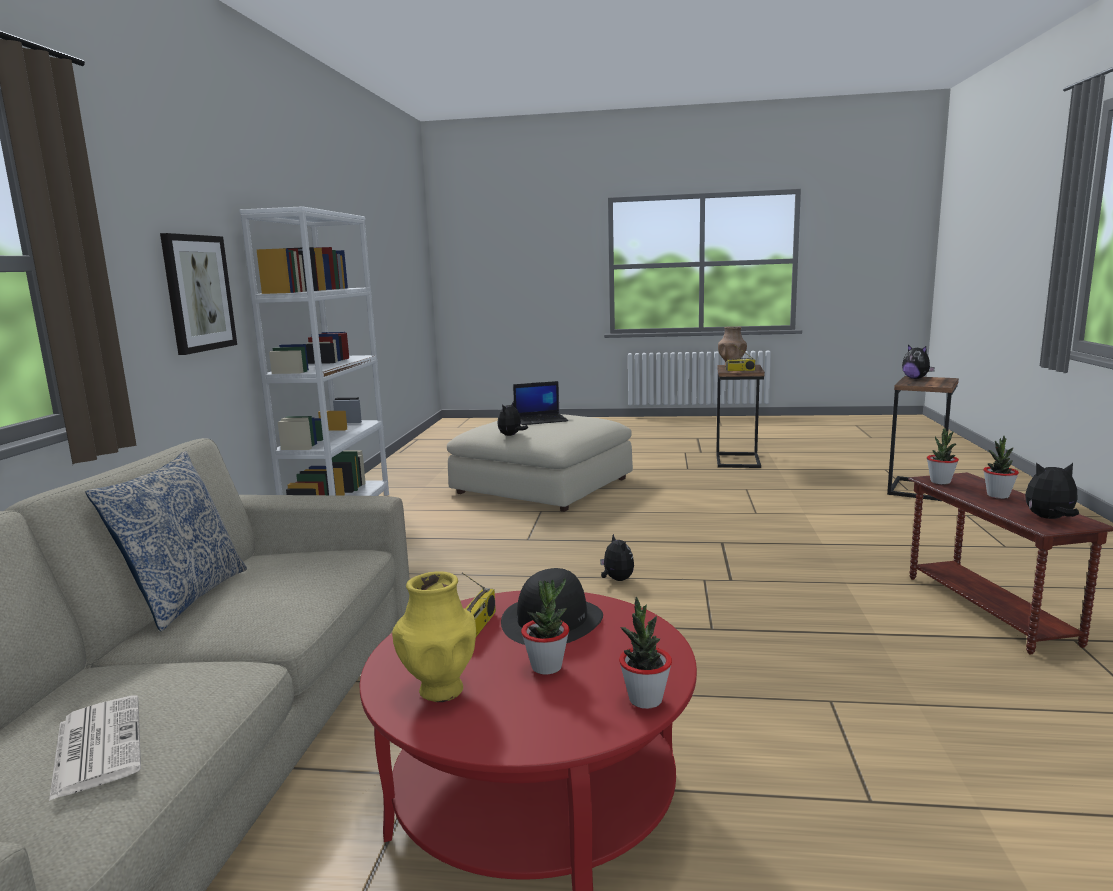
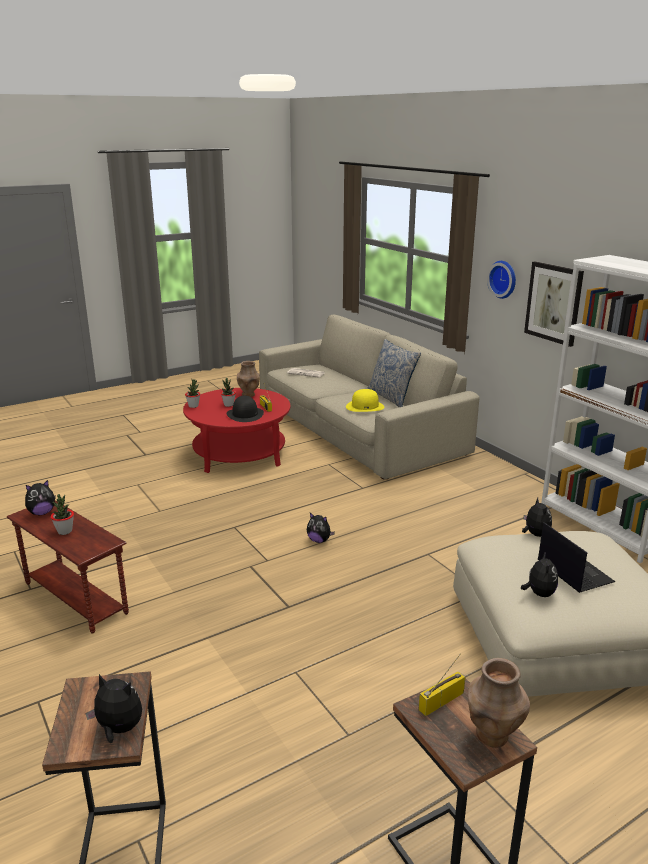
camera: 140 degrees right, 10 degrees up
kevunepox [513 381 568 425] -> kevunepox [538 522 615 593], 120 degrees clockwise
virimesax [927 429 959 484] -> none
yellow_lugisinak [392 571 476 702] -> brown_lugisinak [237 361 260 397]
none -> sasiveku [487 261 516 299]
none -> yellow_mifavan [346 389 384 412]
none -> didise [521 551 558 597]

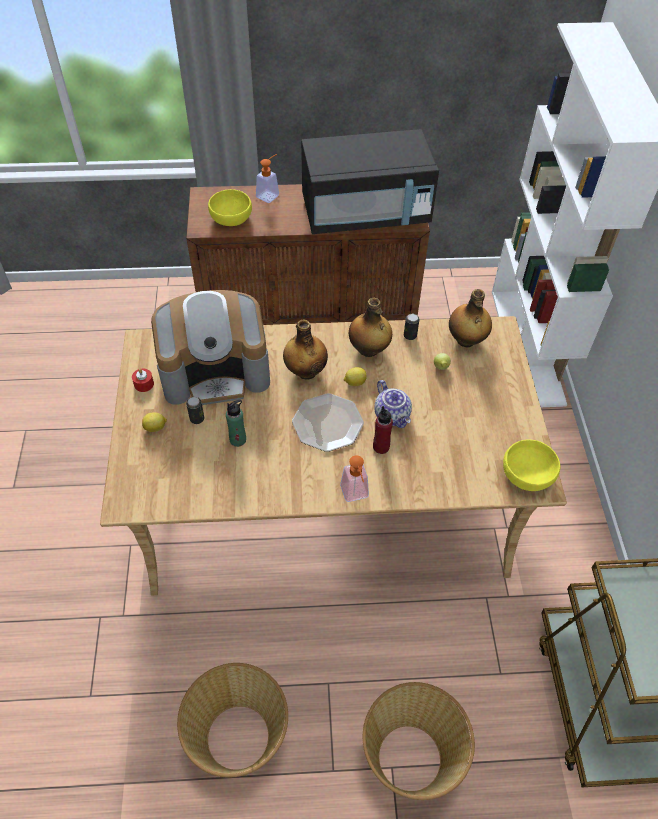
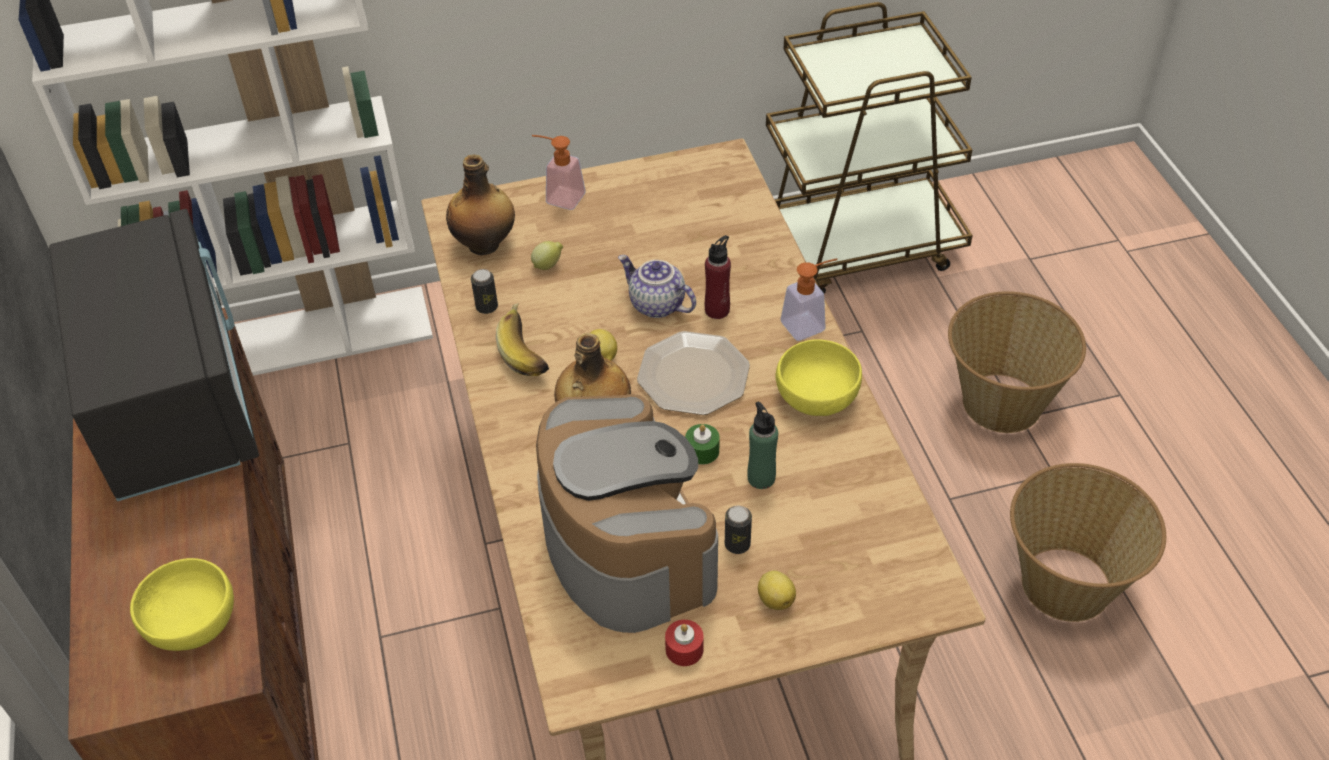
camera: 100 degrees left, 5 degrees down
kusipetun [256 154 279 203] -> kusipetun [532 135 586 210], move
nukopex [349 298 392 357] -> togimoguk [496 303 549 376]
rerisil [374 380 412 428] -> rerisil [618 255 696 318], 105 degrees counterclockwise
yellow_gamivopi [503 440 560 491] -> yellow_gamivopi [776 339 862 416], move
none -> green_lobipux [685 424 720 465]

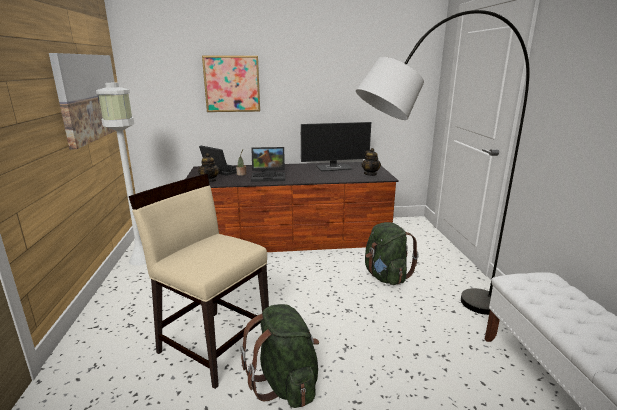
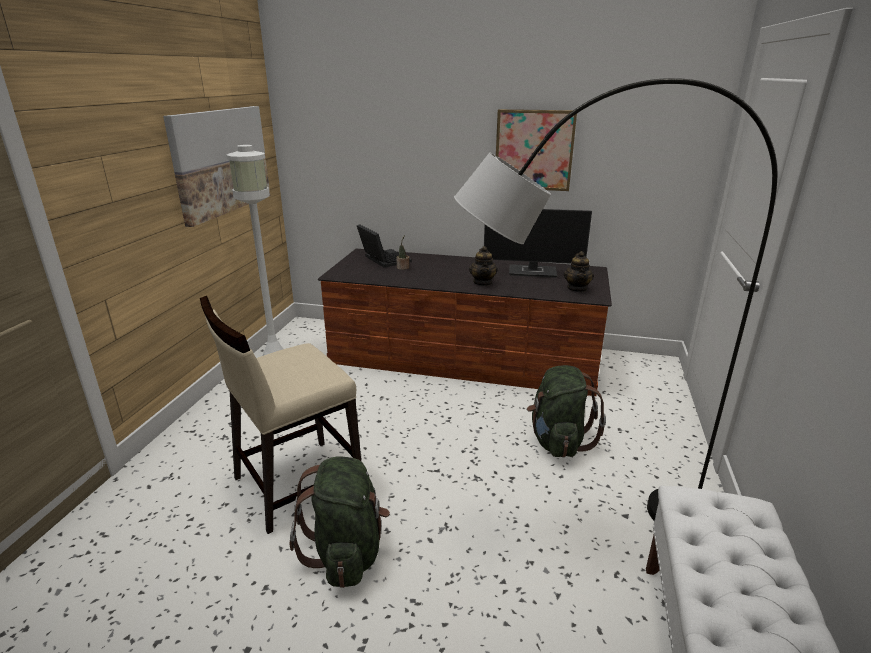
camera: 20 degrees right, 5 degrees up
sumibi [202 56 260 112] -> sumibi [496 109 577 191], move
kevunepox [251 147 285 182] -> none
rerisil [198 153 220 182] -> rerisil [469 246 498 286], move
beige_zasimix [129 174 269 389] -> beige_zasimix [200 296 361 534], 90 degrees counterclockwise

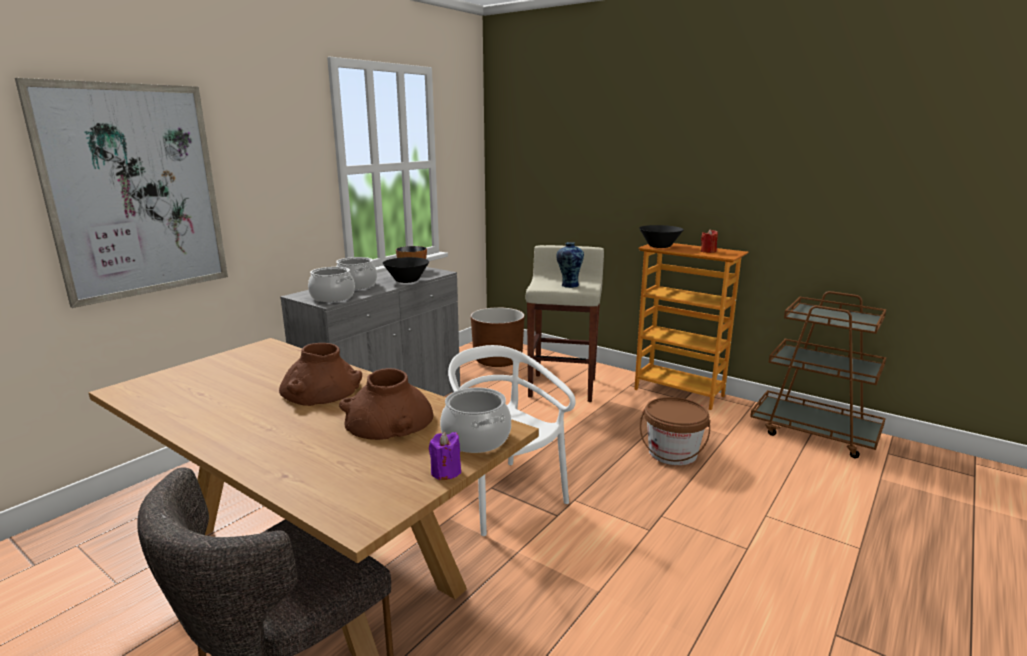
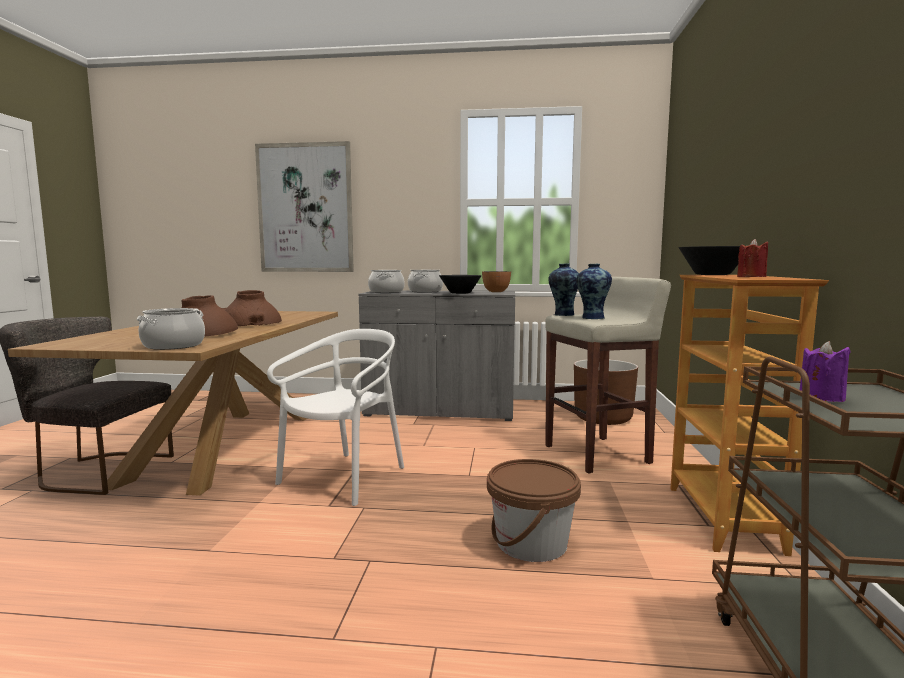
camera: 60 degrees right, 10 degrees down
purple_lobipux [429 432 461 480] -> purple_lobipux [800 341 851 402], move
none -> lugisinak [549 263 579 316]

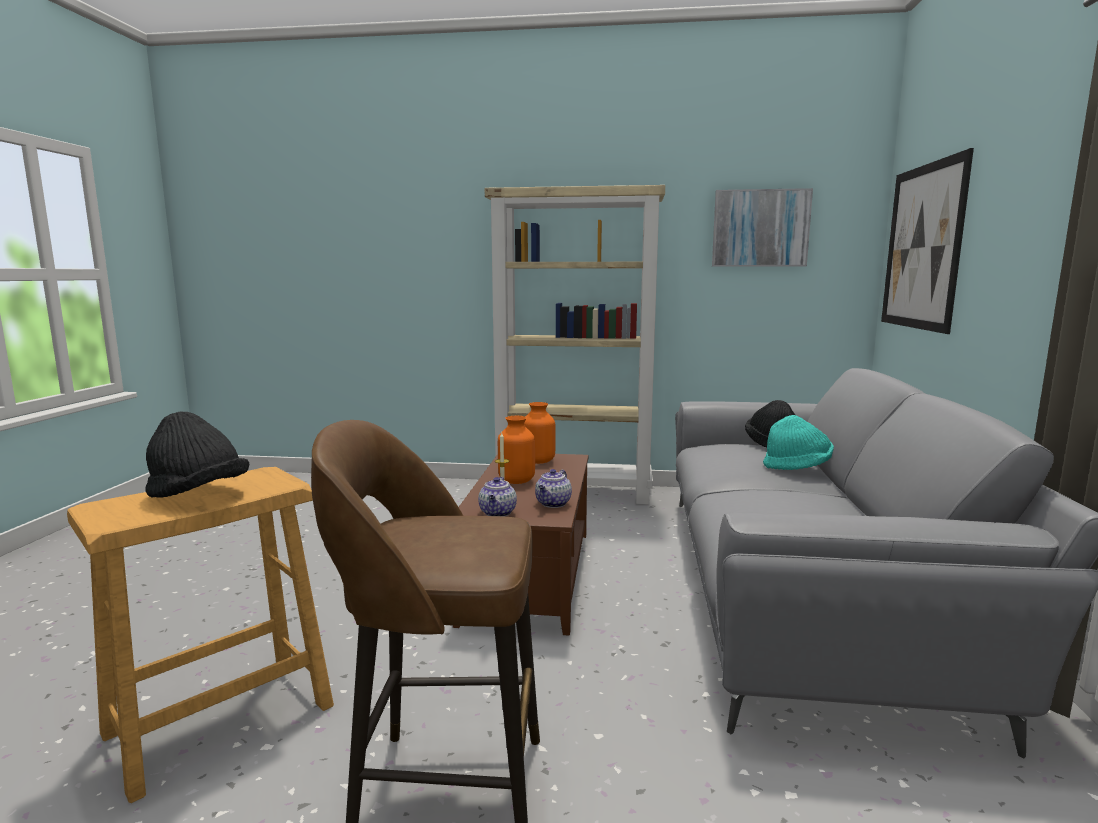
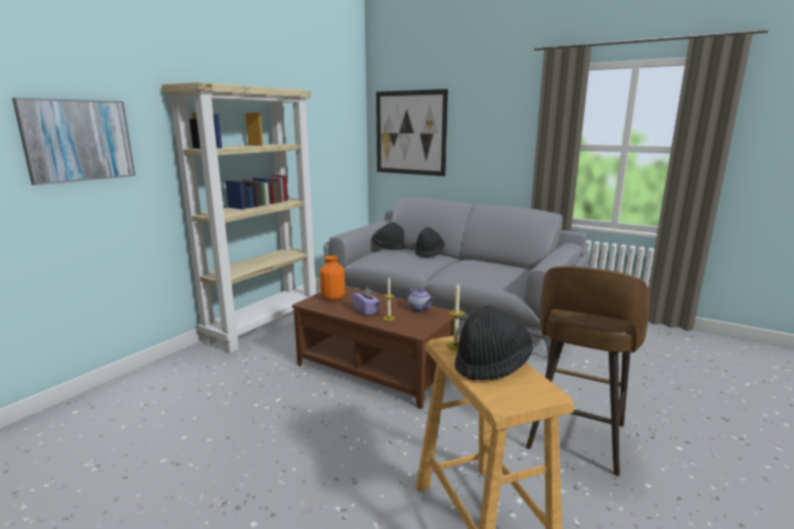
camera: 65 degrees left, 5 degrees up
sumibi [712 188 813 267] -> sumibi [12 98 135 185], move
turquoise_mifavan [763 415 834 470] -> black_mifavan [415 227 445 258]
orange_lugisinak [498 416 535 484] -> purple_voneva [352 287 381 315]
rerisil [478 477 517 517] -> none
none -> lobipux [447 284 465 351]

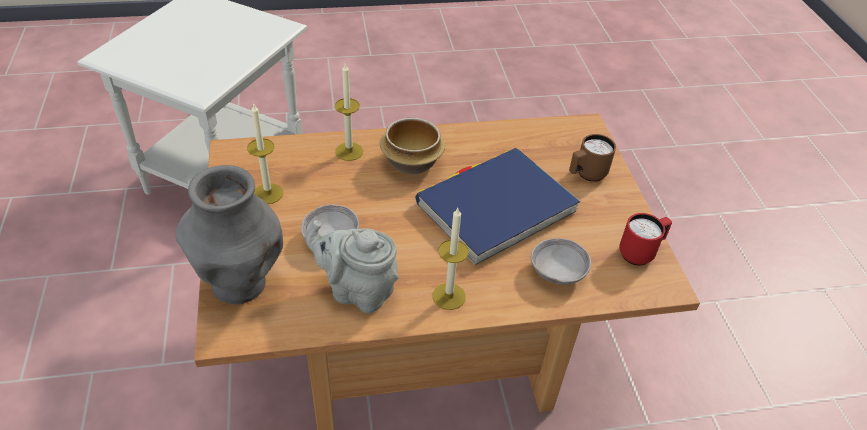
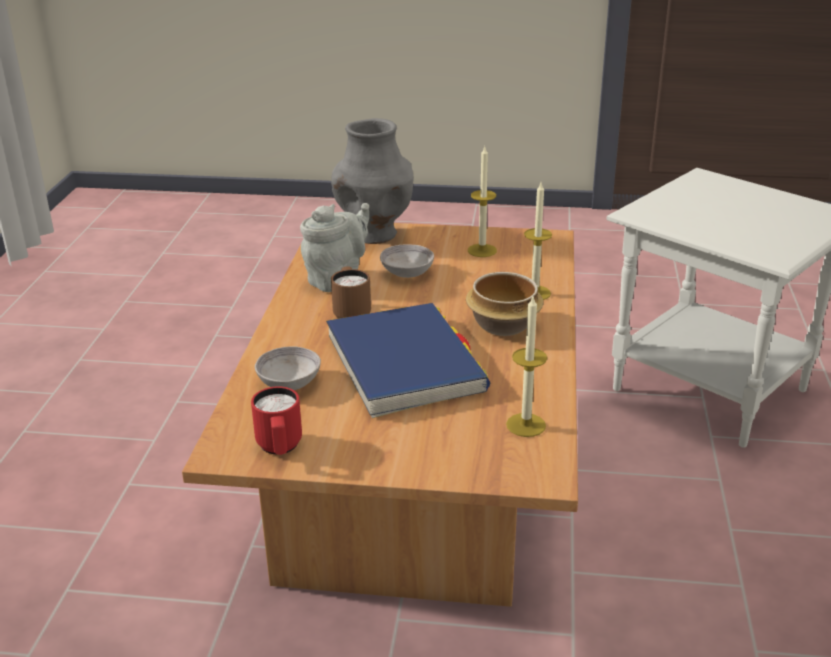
camera: 110 degrees right, 15 degrees down
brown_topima [569 134 616 182] -> brown_topima [331 266 371 319], move
lobipux [432 208 469 310] -> lobipux [506 297 547 437], move

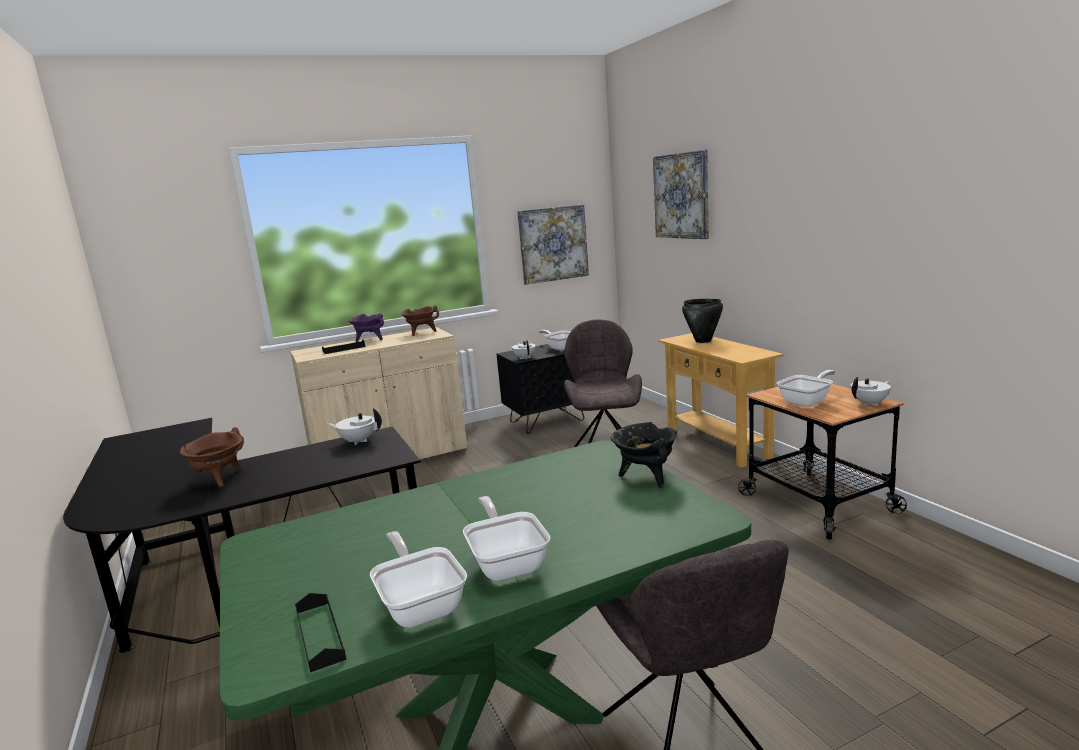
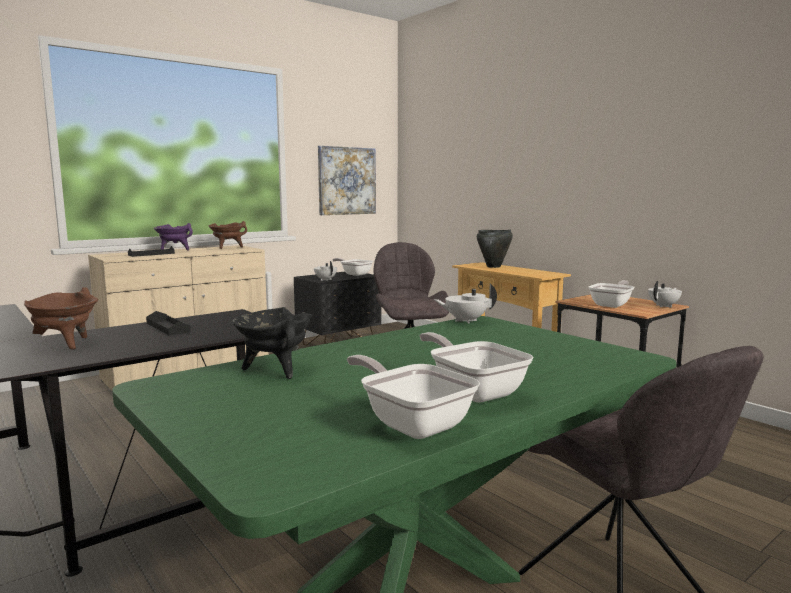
camera: 15 degrees left, 5 degrees down
sumibi [653 149 709 239] -> none
white_rerisil [327 408 382 445] -> white_rerisil [434 284 497 323], move
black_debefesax [611 422 677 488] -> black_debefesax [232 307 313 379], move
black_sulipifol [295 593 347 672] -> black_sulipifol [146 311 190 335], move

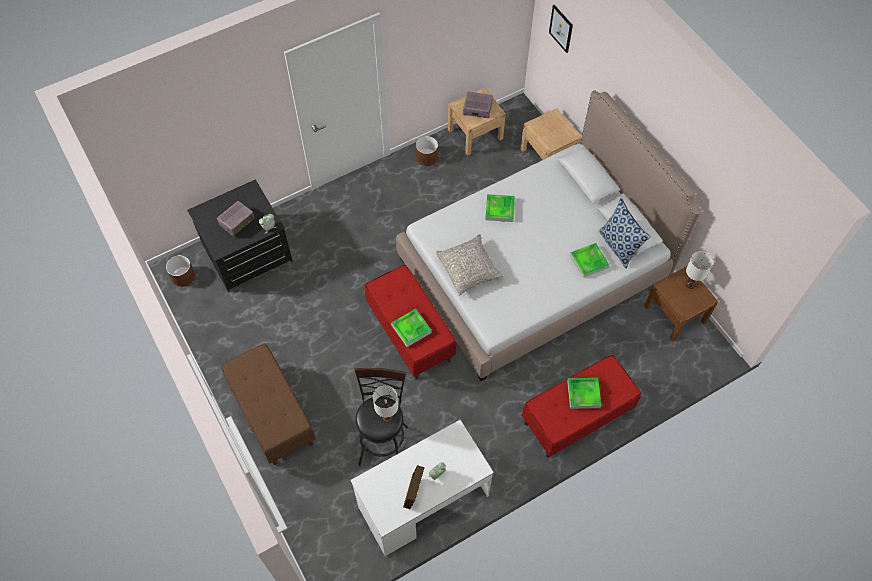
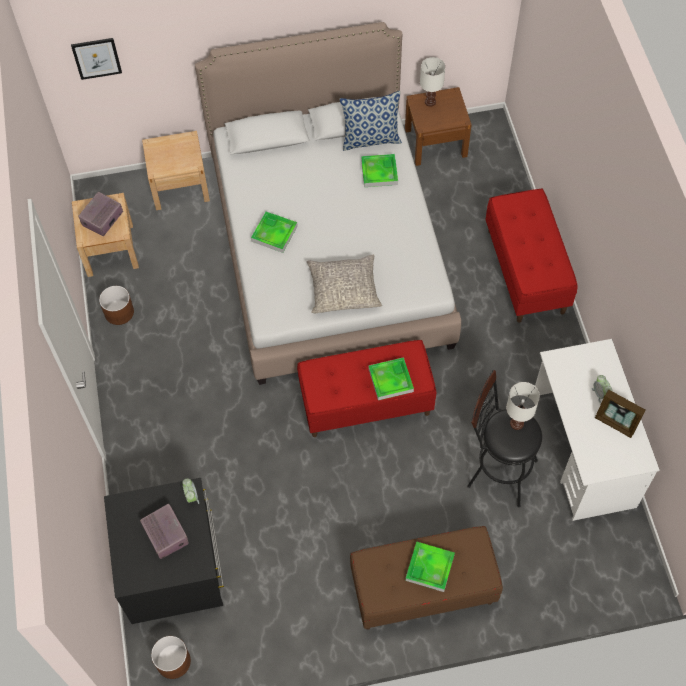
camera: 70 degrees left, 0 degrees up
sulipifol [567 378 601 409] -> sulipifol [405 541 455 592], move

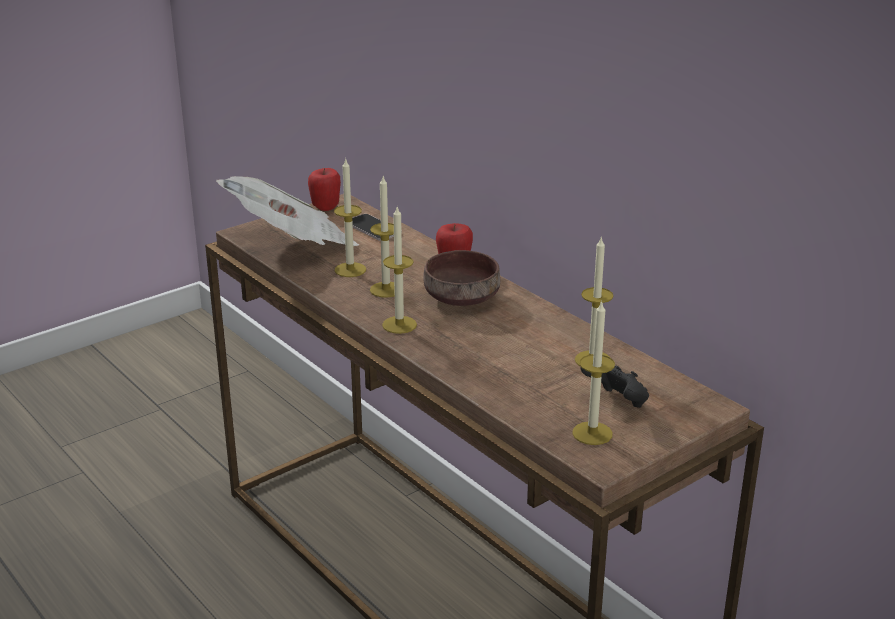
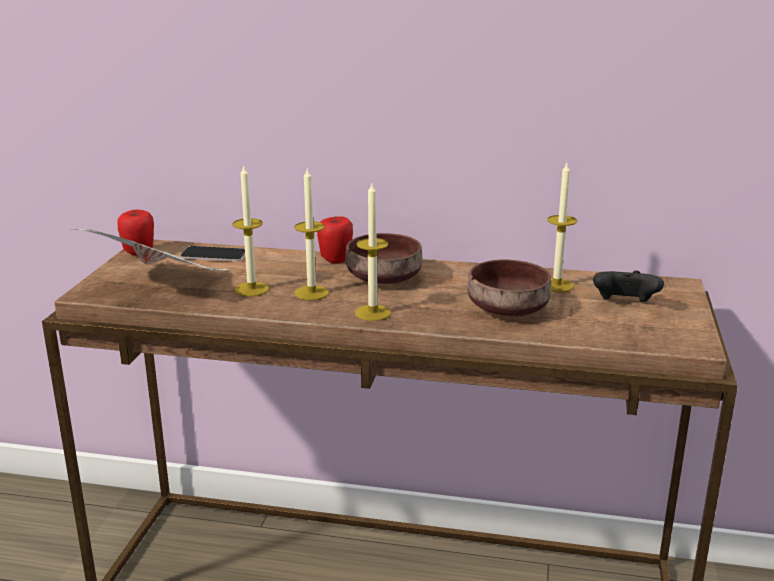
camera: 40 degrees left, 5 degrees down
lobipux [572 300 615 445] -> none
none -> brown_gamivopi [467 259 551 316]

